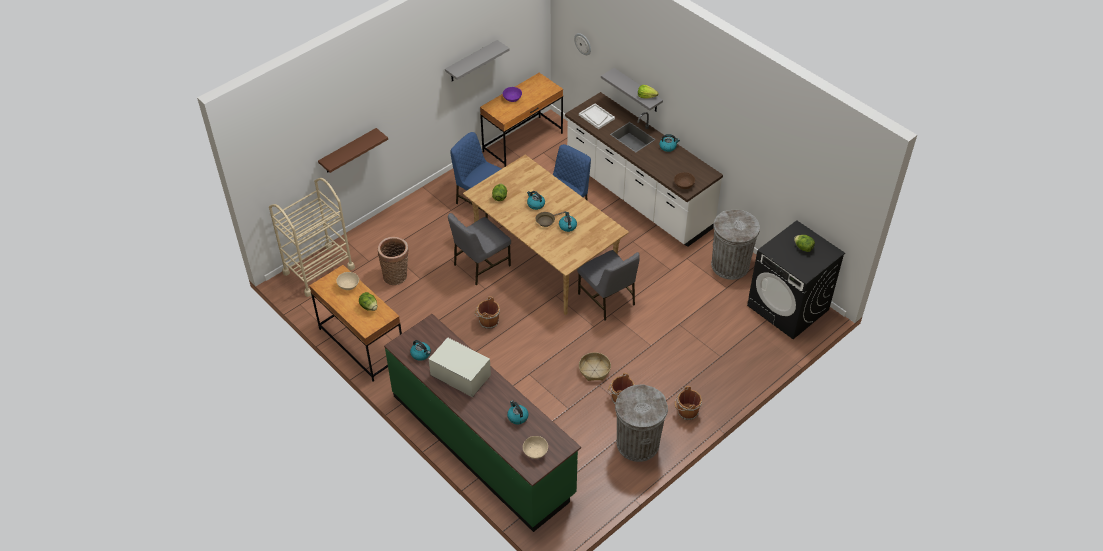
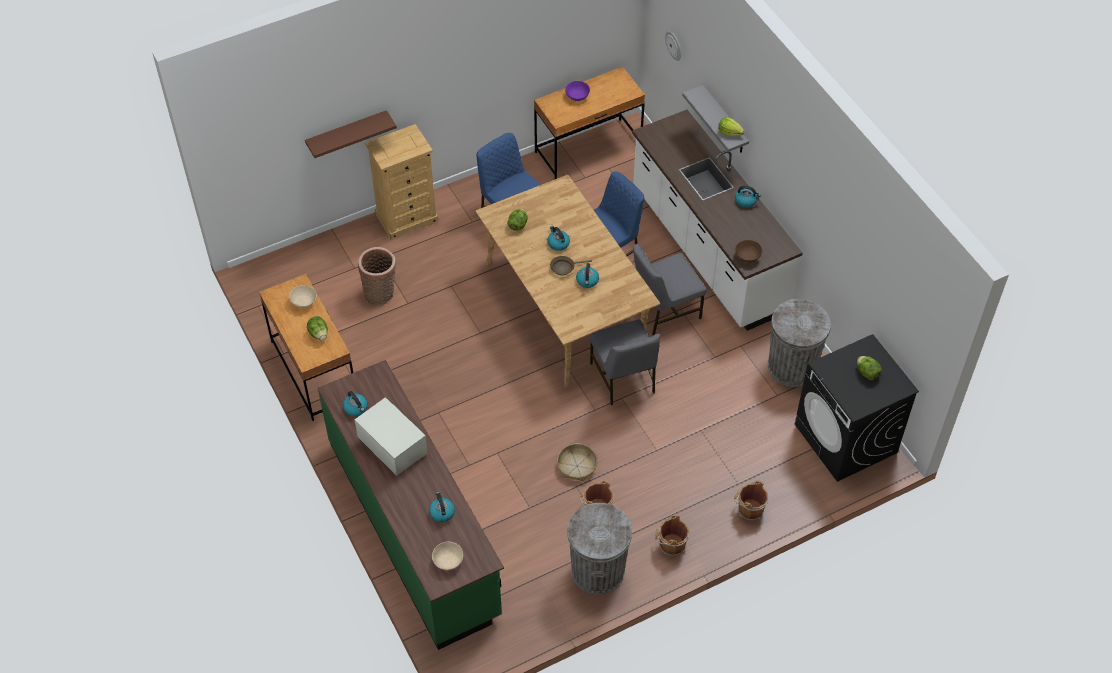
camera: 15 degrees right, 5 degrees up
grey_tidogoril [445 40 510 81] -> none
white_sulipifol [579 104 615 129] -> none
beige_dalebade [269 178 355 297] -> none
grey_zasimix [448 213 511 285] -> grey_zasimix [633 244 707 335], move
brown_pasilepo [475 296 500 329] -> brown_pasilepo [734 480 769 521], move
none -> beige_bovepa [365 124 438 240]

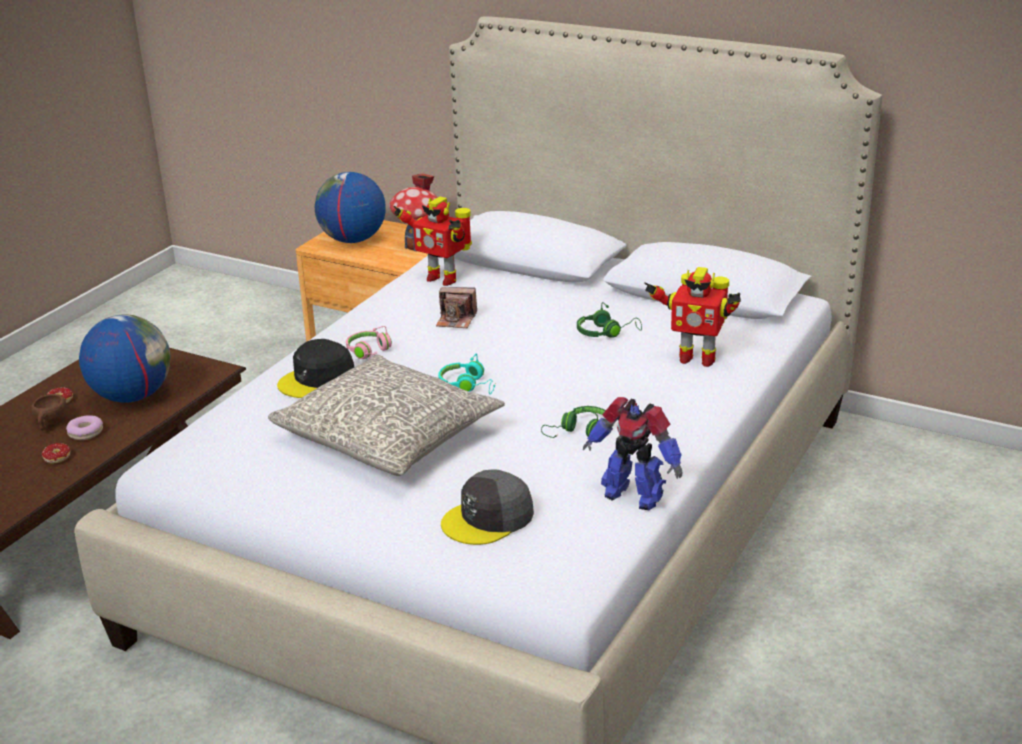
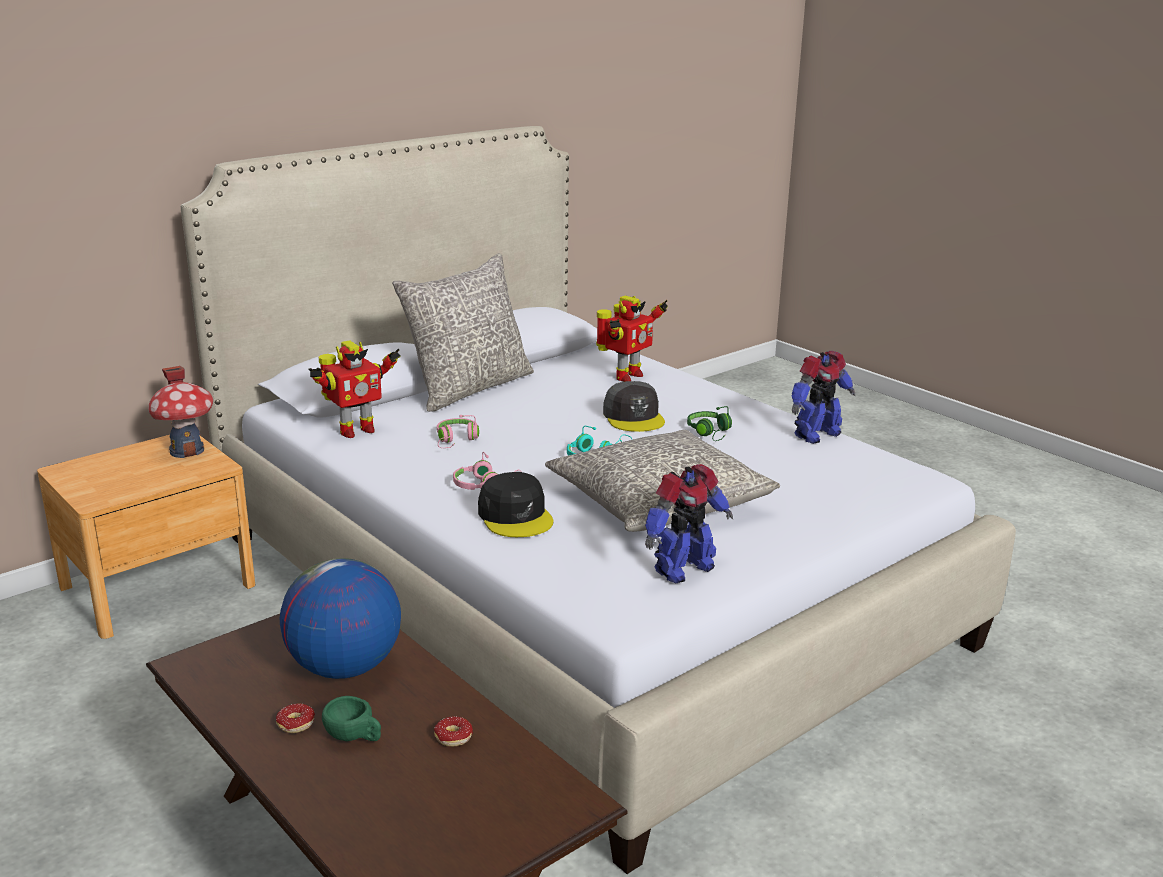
camera: 70 degrees left, 5 degrees down
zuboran [315 172 386 243] -> none
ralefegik [436 287 477 328] -> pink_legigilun [437 415 479 448]
green_legigilun [577 302 642 338] -> none
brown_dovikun [31 394 66 431] -> green_dovikun [322 696 381 741]
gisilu [66 415 103 440] -> none
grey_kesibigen [441 470 534 545] -> grey_kesibigen [603 381 665 432], move
none -> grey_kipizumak [392 253 534 412]
none -> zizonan [645 464 733 583]

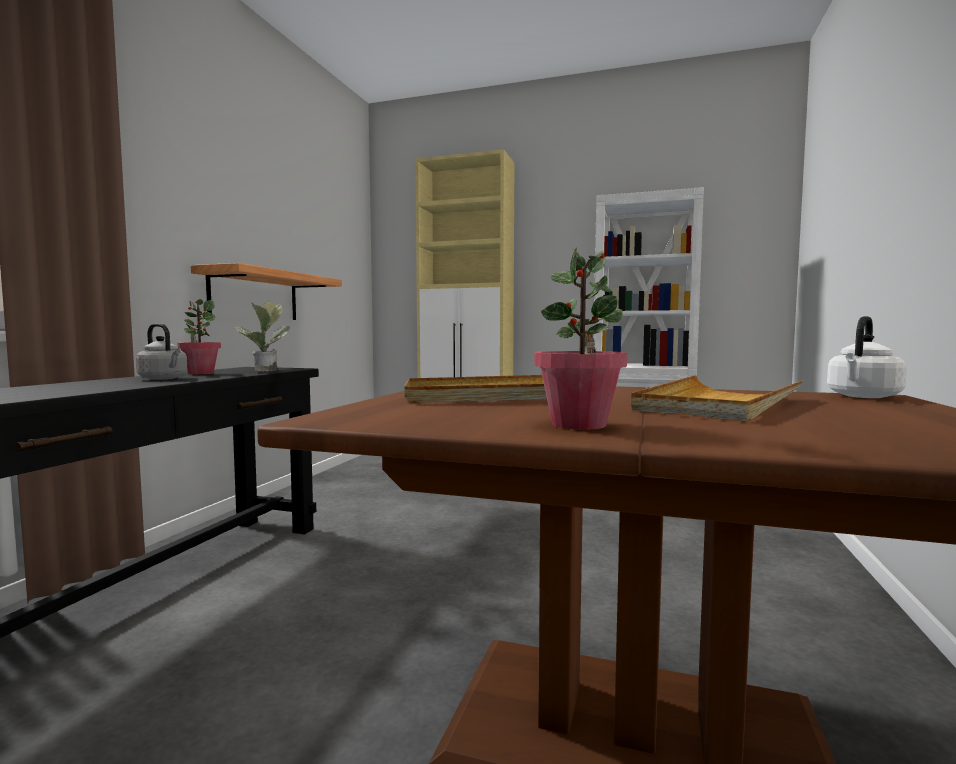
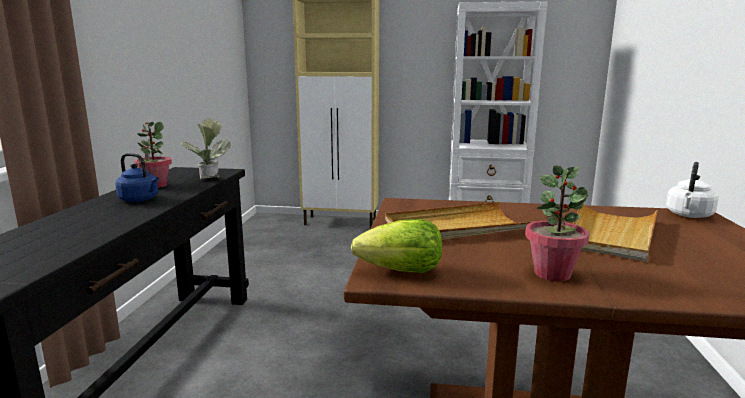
camera: 10 degrees left, 10 degrees up
tidogoril [191 263 342 320] -> none
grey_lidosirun [136 323 187 380] -> blue_lidosirun [115 153 159 202]
none -> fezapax [351 219 442 273]

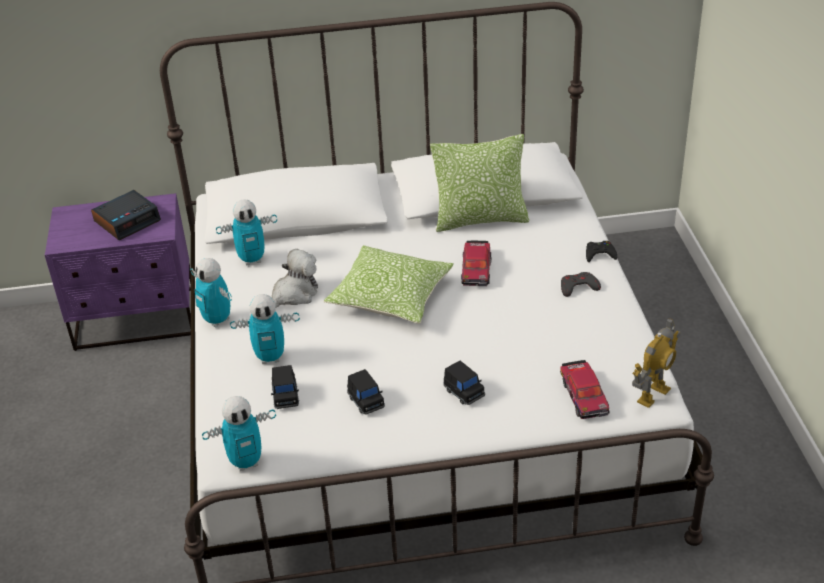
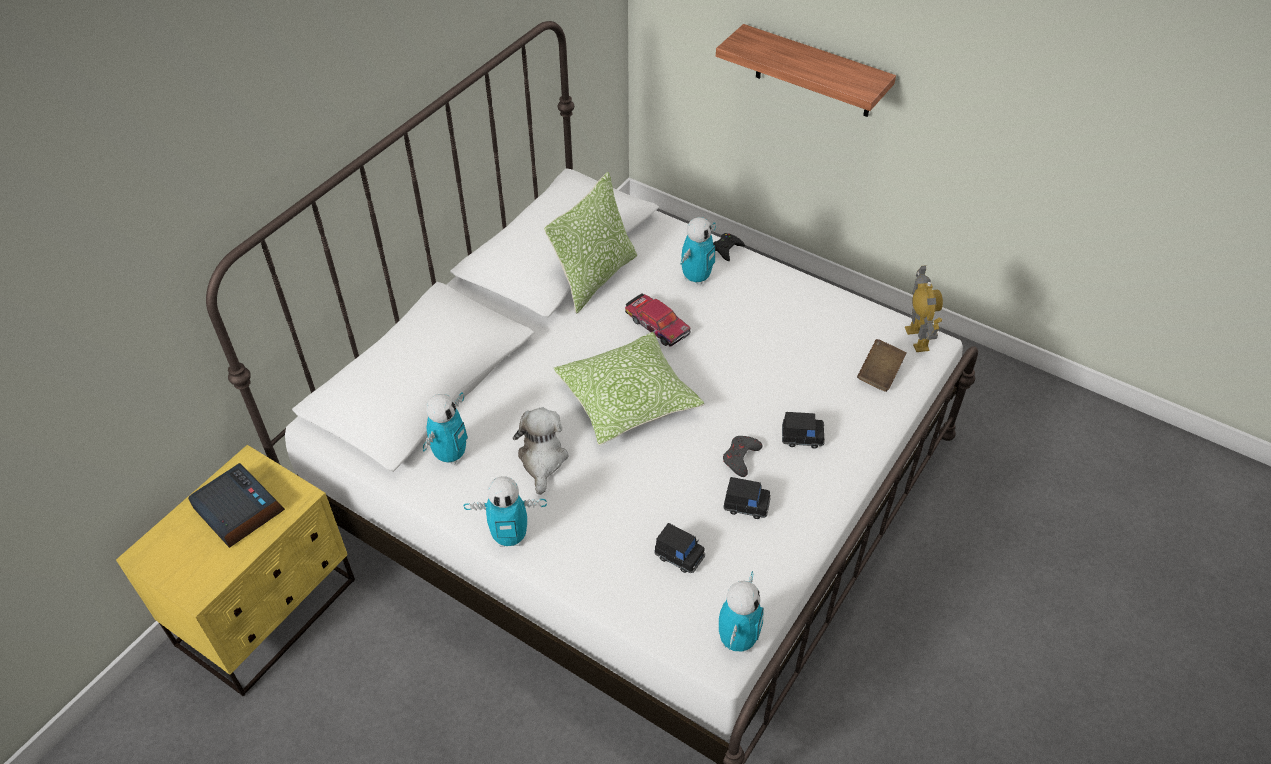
camera: 50 degrees left, 10 degrees up
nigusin [91 190 161 240] -> nigusin [188 463 285 548], 45 degrees counterclockwise
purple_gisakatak [45 193 191 351] -> yellow_gisakatak [116 445 355 696]
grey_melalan [561 272 601 297] -> grey_melalan [723 436 763 477], move
zizonan [230 294 300 364] -> zizonan [680 217 716 286], move
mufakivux [560 360 610 419] -> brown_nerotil [857 339 907 392]
none -> tidogoril [716 24 896 117]

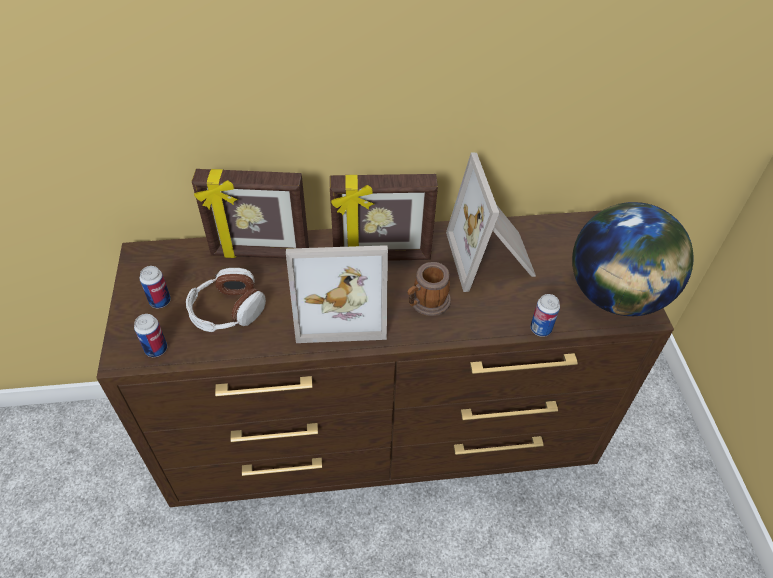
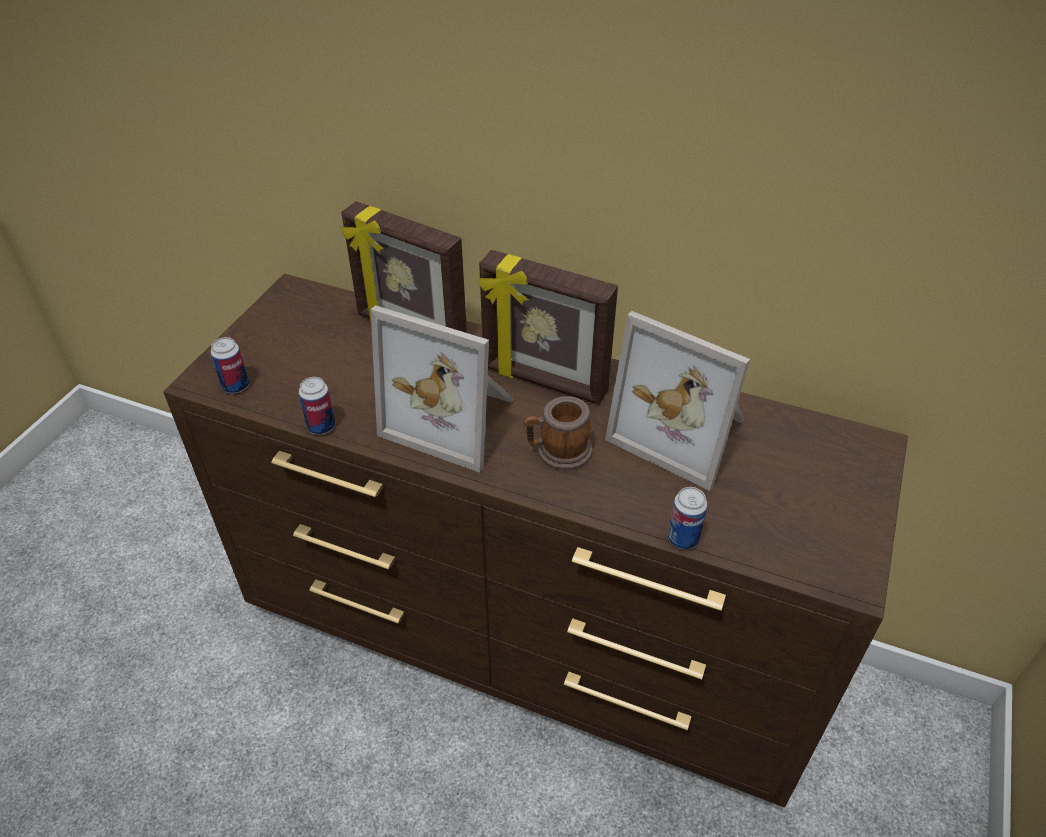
camera: 30 degrees right, 5 degrees down
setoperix [446 153 536 292] -> setoperix [605 311 750 491], 75 degrees counterclockwise
zuboran [572 202 694 316] -> none
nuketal [139 266 171 308] -> nuketal [299 377 335 435], move
legigilun [186 268 266 332] -> none

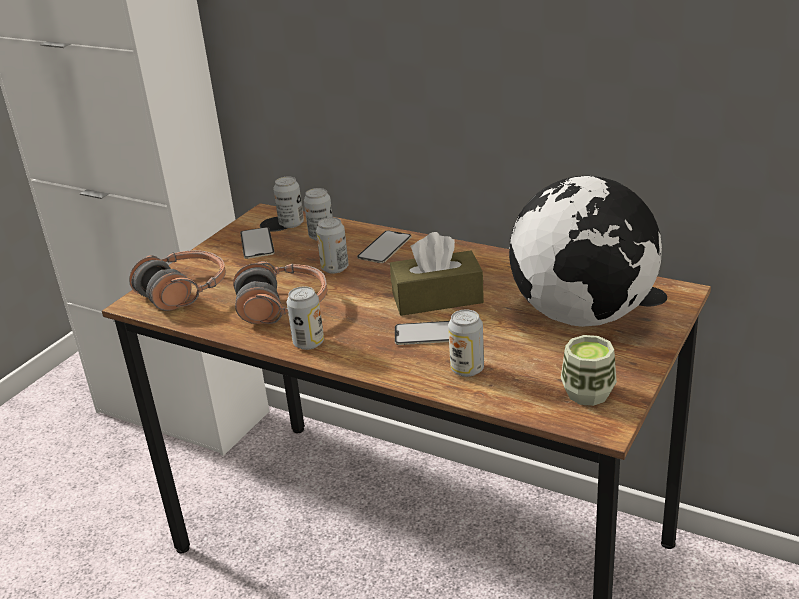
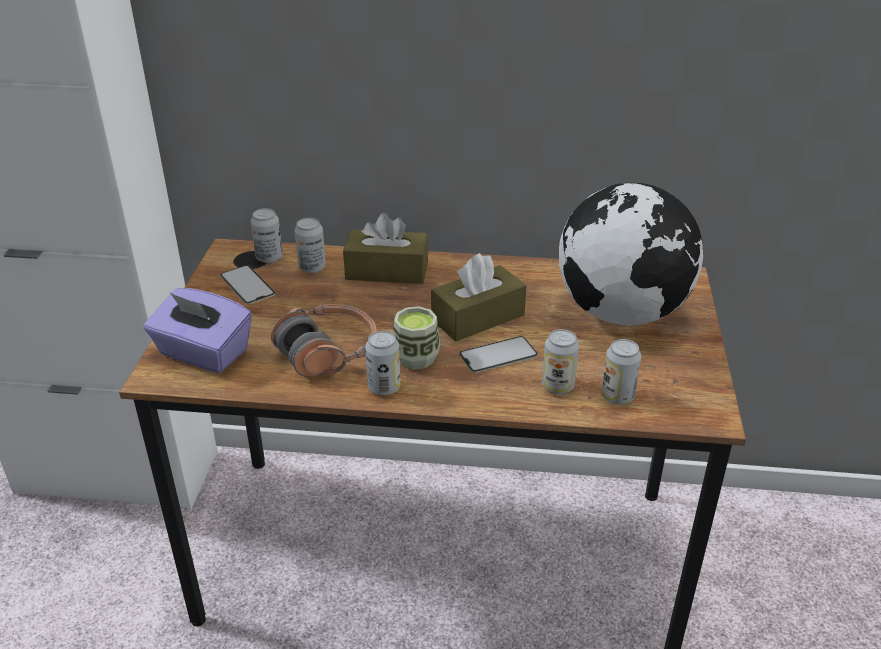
camera: 25 degrees left, 5 degrees up
nuketal [316 217 348 274] -> nuketal [601 339 641 405], move
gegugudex [357 230 411 263] -> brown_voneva [343 213 429 284]
legigilun [129 250 226 311] -> purple_voneva [144 288 252 373]
dovikun [561 335 617 406] -> dovikun [393 306 440 370], move

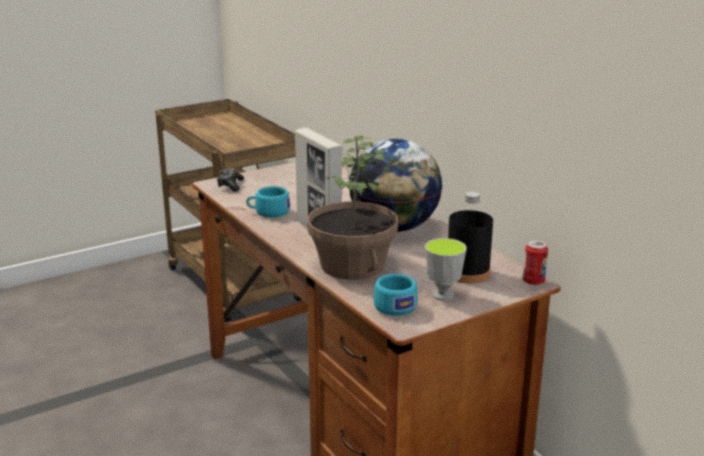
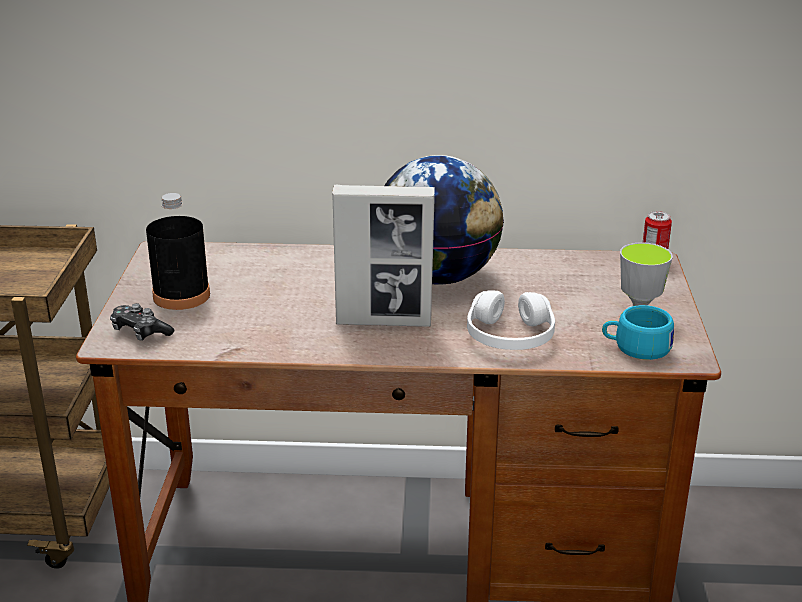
camera: 55 degrees left, 5 degrees up
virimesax [307 135 398 280] -> white_legigilun [467 290 555 350]
turquoise_dovikun [246 186 290 218] -> none
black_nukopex [448 192 493 284] -> black_nukopex [146 193 210 310], move

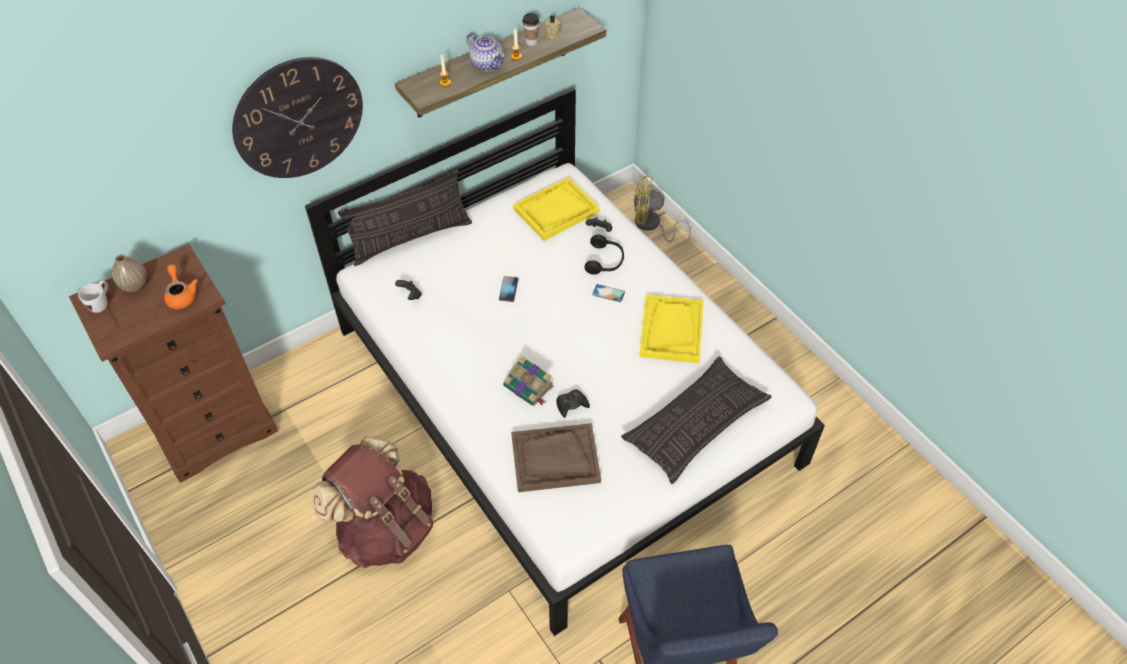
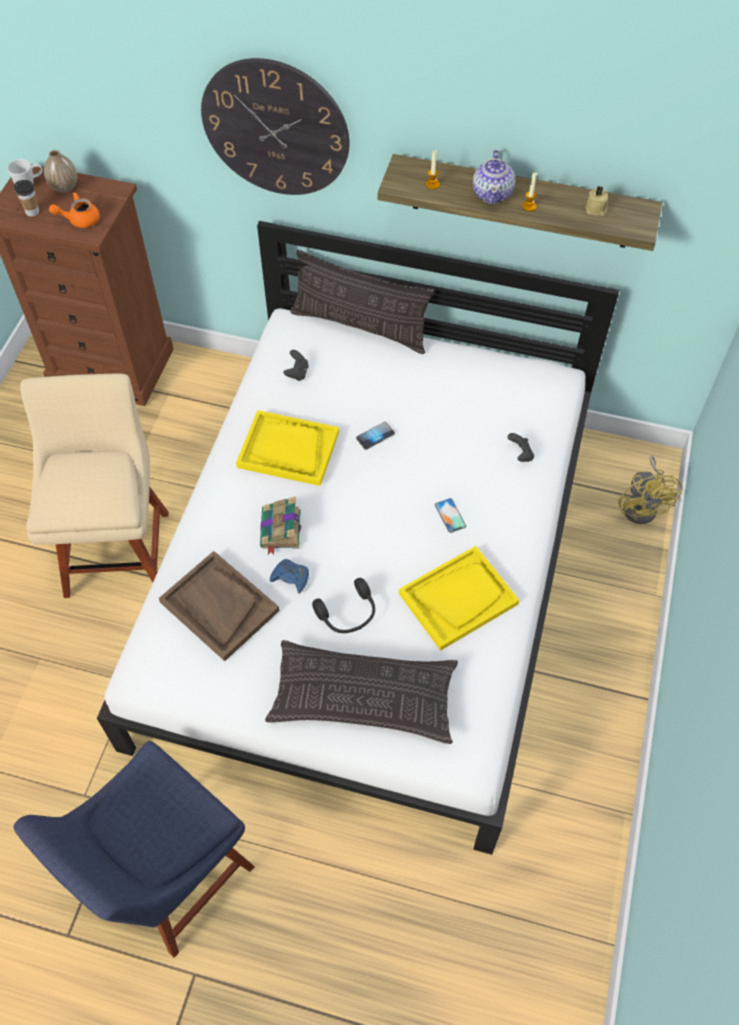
camera: 50 degrees right, 5 degrees up
dovikun [522 13 539 46] -> dovikun [14 180 39 216], move
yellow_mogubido [634 175 691 242] -> yellow_mogubido [618 455 682 524], 150 degrees counterclockwise
yellow_sulipifol [513 177 600 241] -> yellow_sulipifol [236 410 339 486], move
black_legigilun [585 234 624 275] -> black_legigilun [312 578 375 633], move
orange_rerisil [164 265 198 309] -> orange_rerisil [49 192 100 228], 135 degrees counterclockwise
black_melalan [557 389 590 418] -> blue_melalan [270 559 309 593]
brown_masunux [310 436 433 568] -> beige_zasimix [20 374 169 598]

